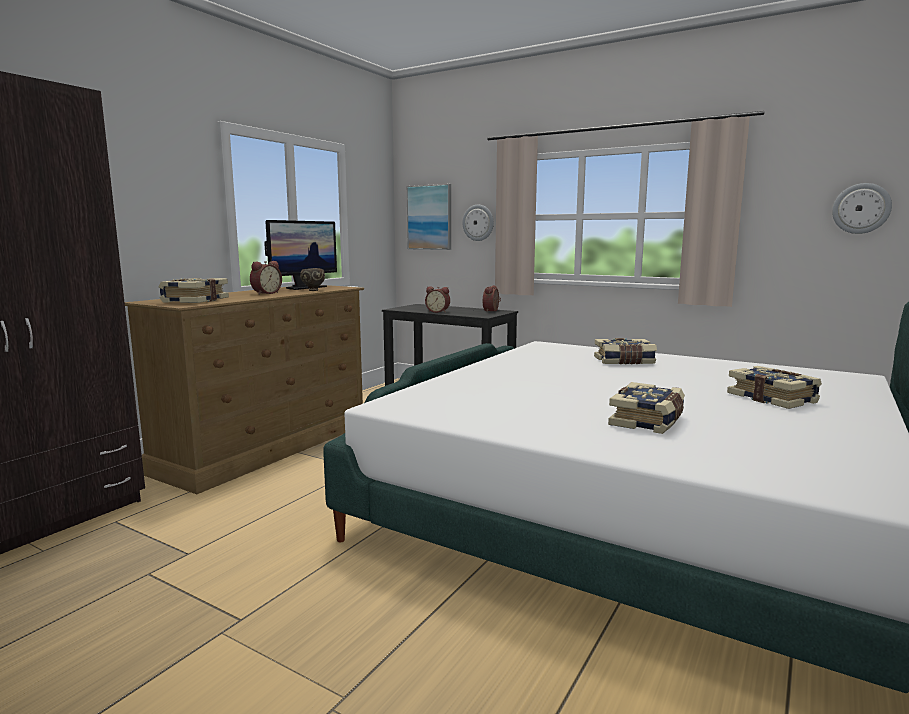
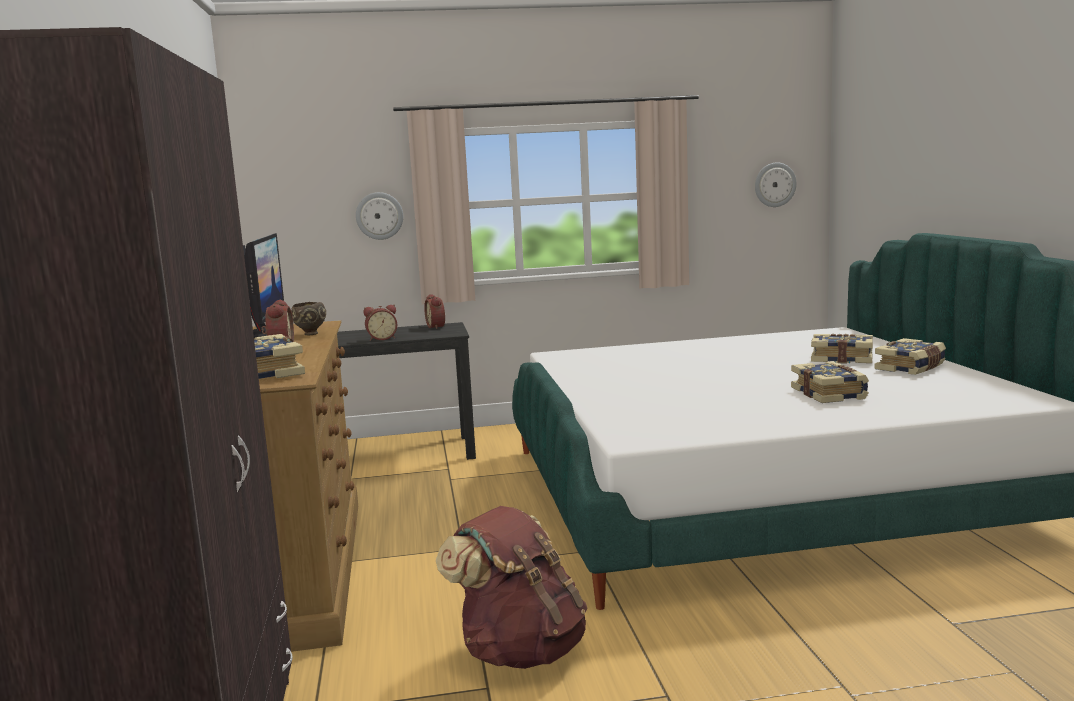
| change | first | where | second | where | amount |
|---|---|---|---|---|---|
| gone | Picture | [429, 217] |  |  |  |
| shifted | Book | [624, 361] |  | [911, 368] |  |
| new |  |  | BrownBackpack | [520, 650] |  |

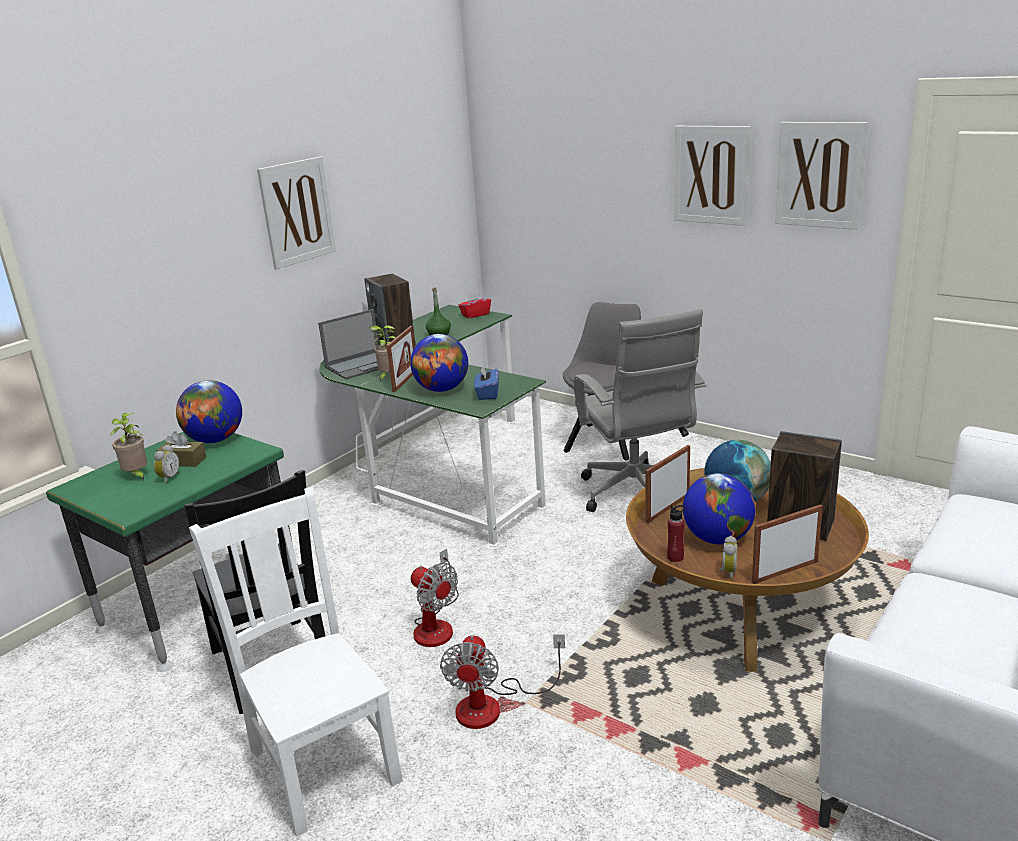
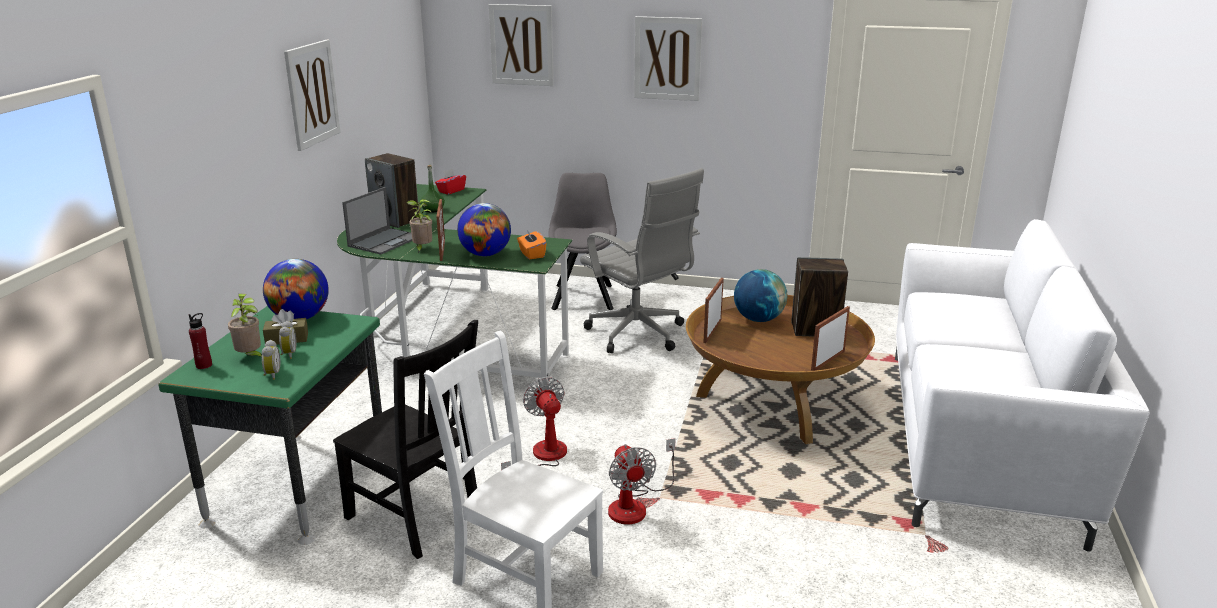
| change | first | where | second | where | amount |
|---|---|---|---|---|---|
| rotated | Fan | [436, 624] |  | [542, 458] | 135 degrees counterclockwise |
| repainted | BlueTissueBox | [487, 394] | OrangeTissueBox | [531, 254] |  |
| shifted | RedBottle | [675, 557] |  | [204, 365] |  |
| gone | Globe | [717, 539] |  |  |  |
| shifted | AlarmClock | [727, 572] |  | [271, 375] |  |
| shifted | Picture | [820, 175] |  | [521, 45] |  |

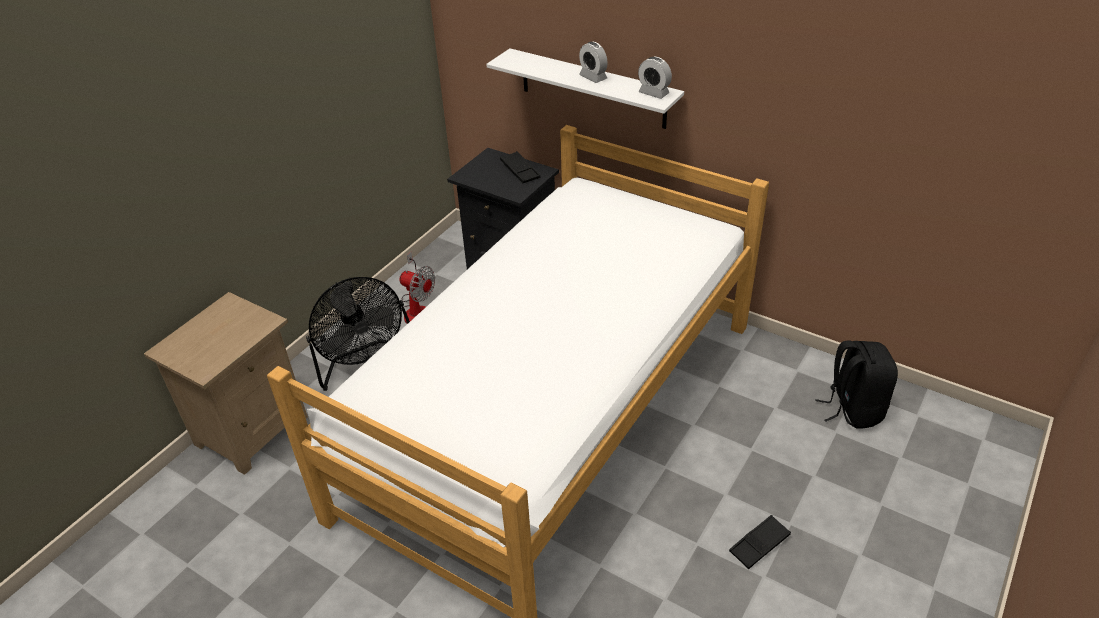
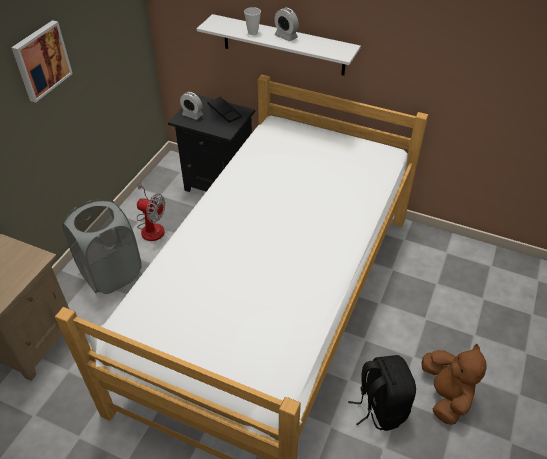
| change | first | where | second | where | amount |
|---|---|---|---|---|---|
| swapped | BlackFan | [359, 360] | GreyLaundryBasket | [111, 273] |  |
| shifted | AlarmClock | [653, 93] |  | [192, 115] |  |
| swapped | BlackTray | [759, 544] | BrownPlushToy | [445, 395] |  |
| shifted | BlackBackpack | [852, 408] |  | [380, 407] |  |
| new |  |  | Picture | [41, 60] |  |
| new |  |  | Cup | [253, 32] |  |

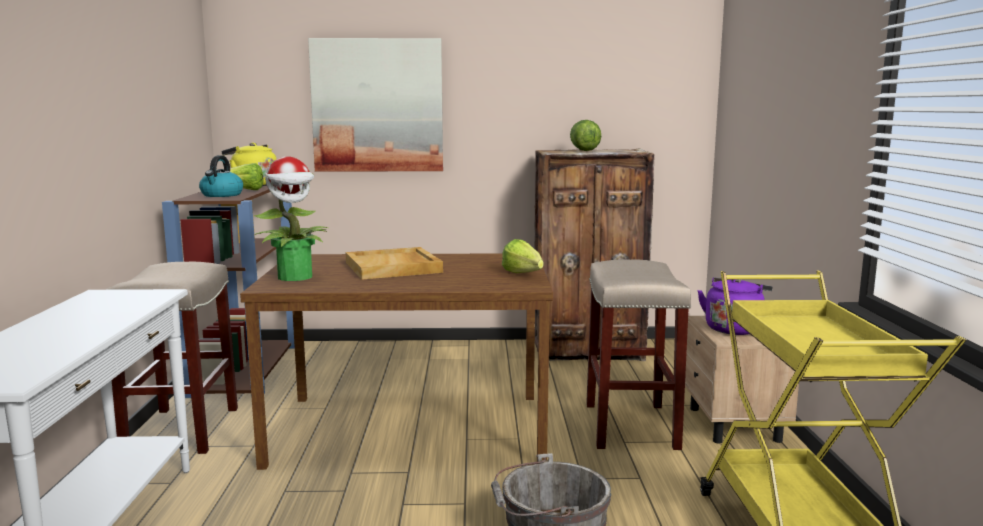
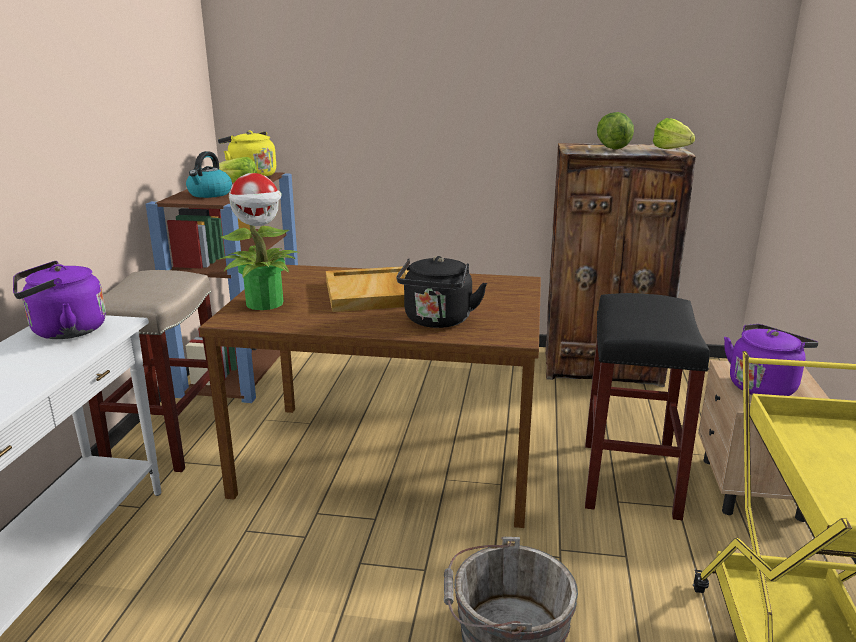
| change | first | where | second | where | amount |
|---|---|---|---|---|---|
| gone | Picture | [377, 105] |  |  |  |
| shifted | Lettuce | [525, 275] |  | [674, 151] |  |
| repainted | BeigeStool | [631, 427] | BlackStool | [630, 480] |  |
| new |  |  | PurpleKettle | [64, 331] |  |
| new |  |  | BlackKettle | [437, 321] |  |

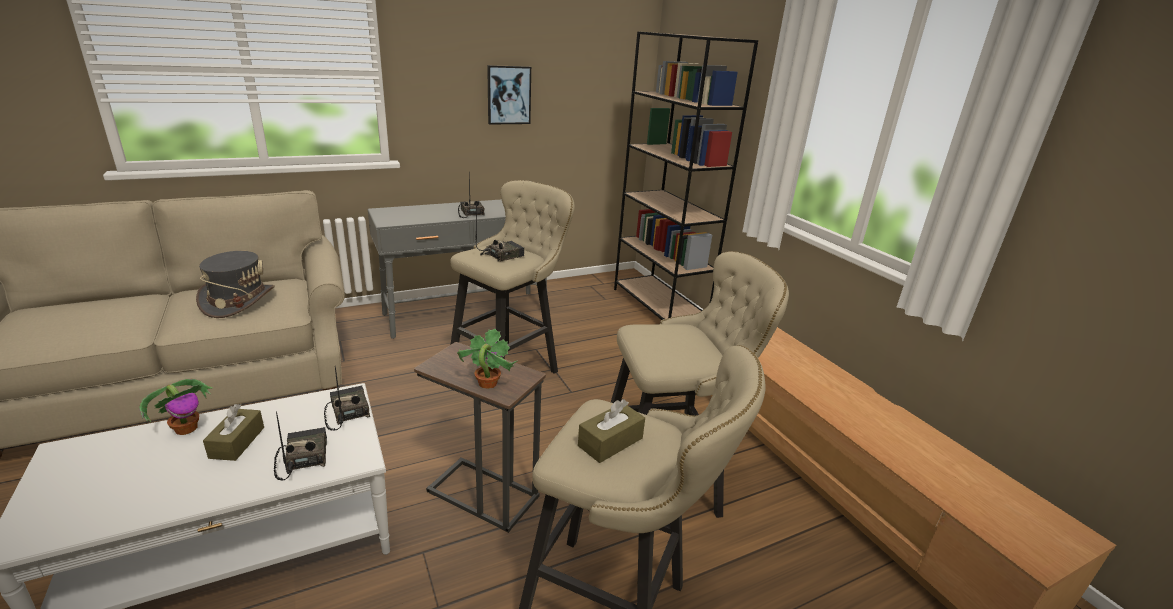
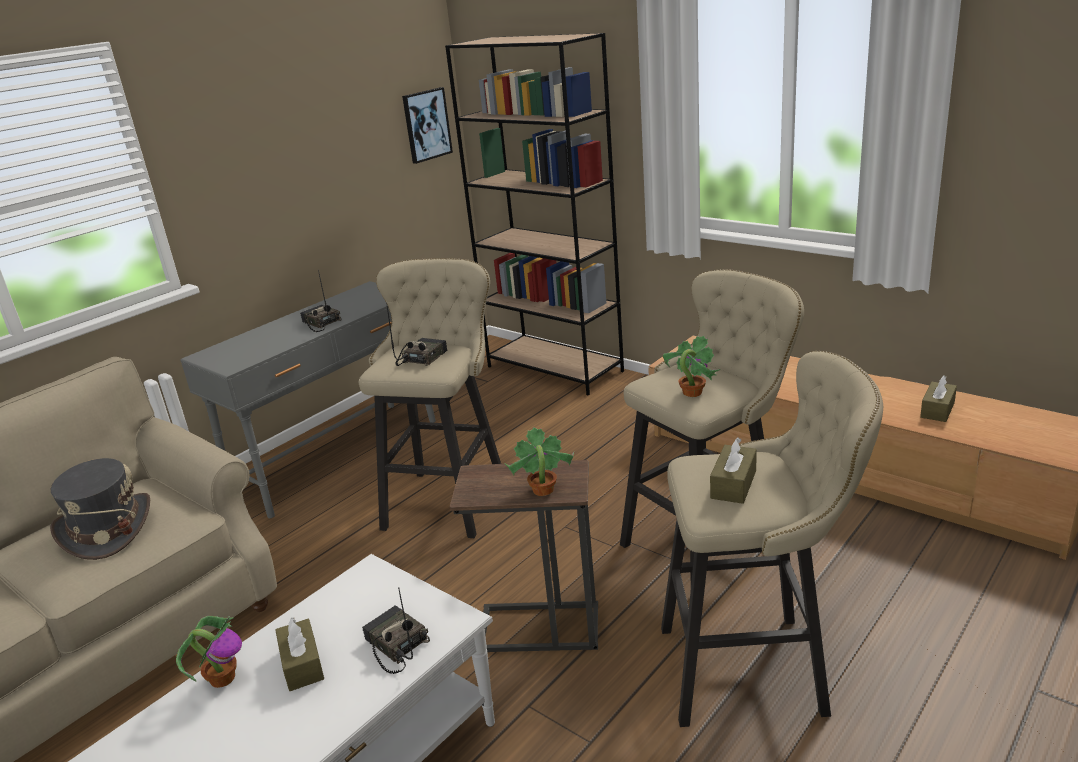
| change | first | where | second | where | amount |
|---|---|---|---|---|---|
| gone | Radio | [346, 412] |  |  |  |
| shifted | Picture | [508, 95] |  | [426, 125] |  |
| new |  |  | PottedPlant | [691, 392] |  |
| new |  |  | BrownTissueBox | [937, 410] |  |

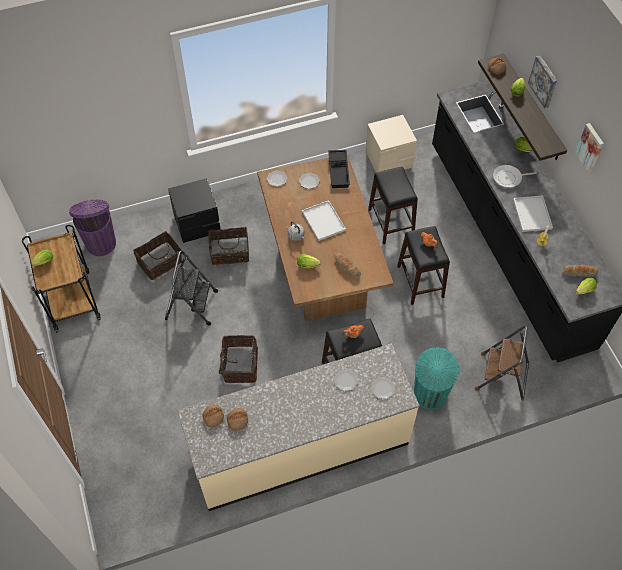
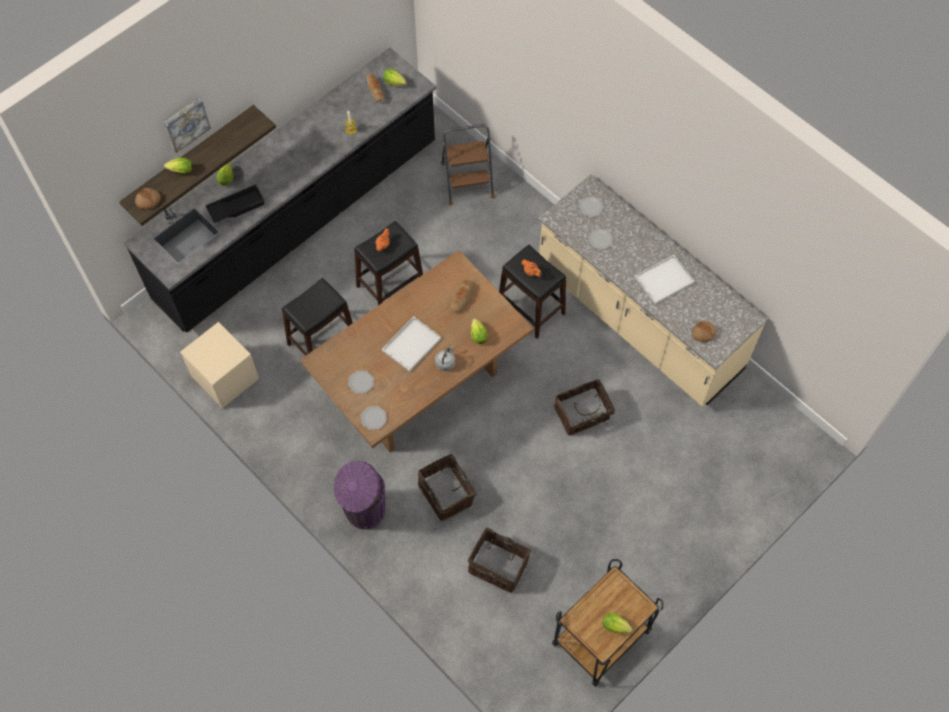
| change | first | where | second | where | amount |
|---|---|---|---|---|---|
| shifted | PurpleTrashCan | [101, 243] |  | [364, 511] |  |
| gone | BlackStepLadder | [189, 304] |  |  |  |
| gone | BlackNightstand | [197, 223] |  |  |  |
| gone | Bread | [237, 420] |  |  |  |
| shifted | BlackTray | [339, 171] |  | [236, 206] |  |
| gone | TurquoiseTrashCan | [429, 395] |  |  |  |
| gone | FryingPan | [508, 178] |  |  |  |
| shifted | WhiteTray | [531, 213] |  | [663, 281] |  |
| gone | Picture | [590, 147] |  |  |  |

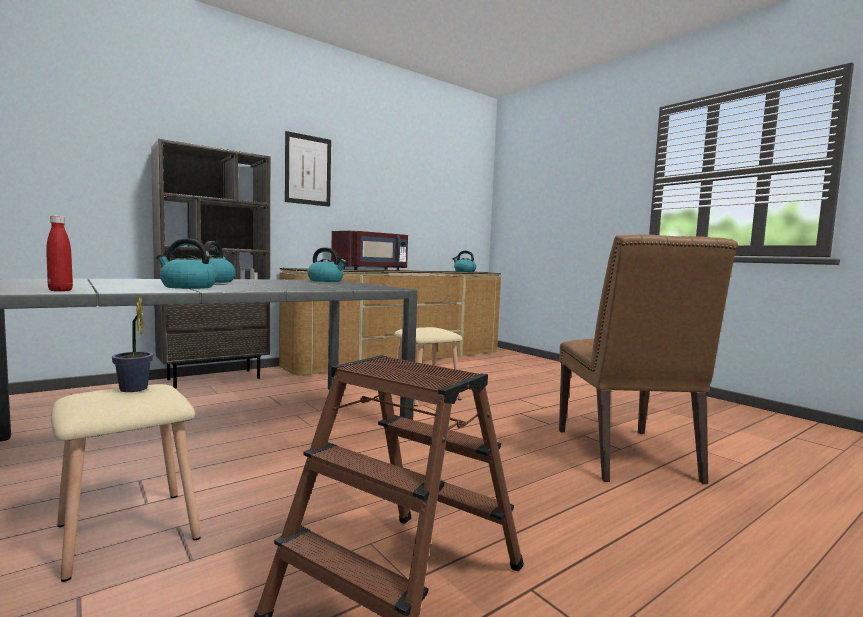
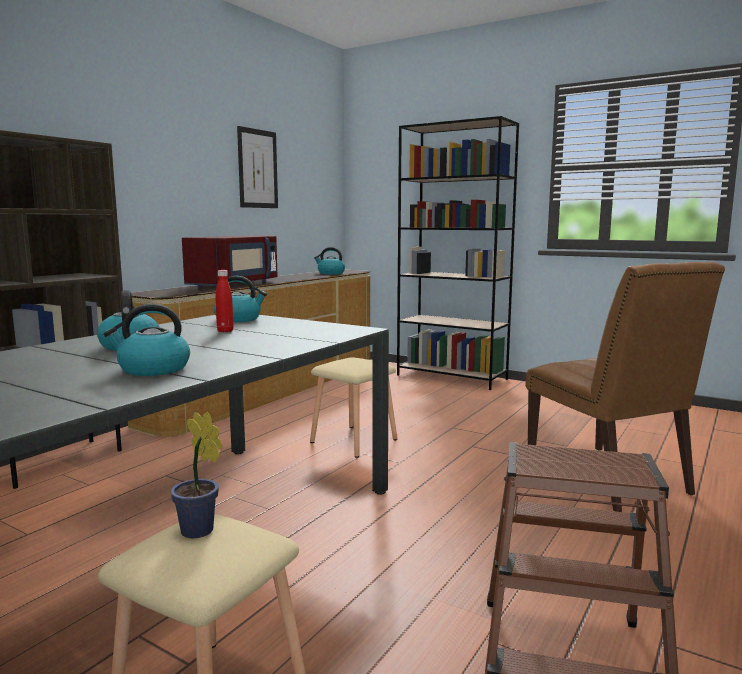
| change | first | where | second | where | amount |
|---|---|---|---|---|---|
| shifted | RedBottle | [60, 290] |  | [225, 331] |  |
| shifted | Picture | [308, 170] |  | [257, 169] |  |
| new |  |  | BeigeBookcase | [452, 377] |  |

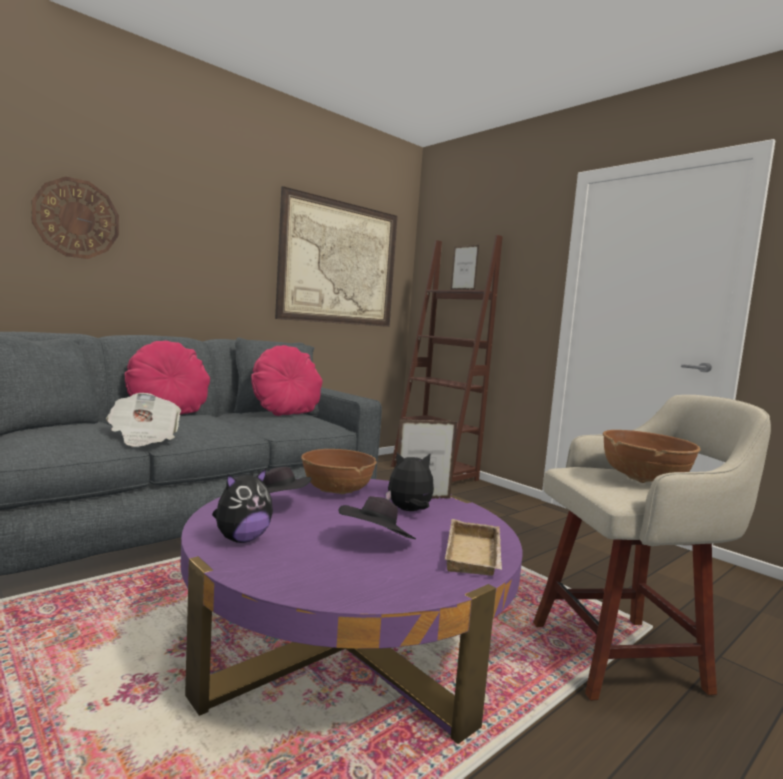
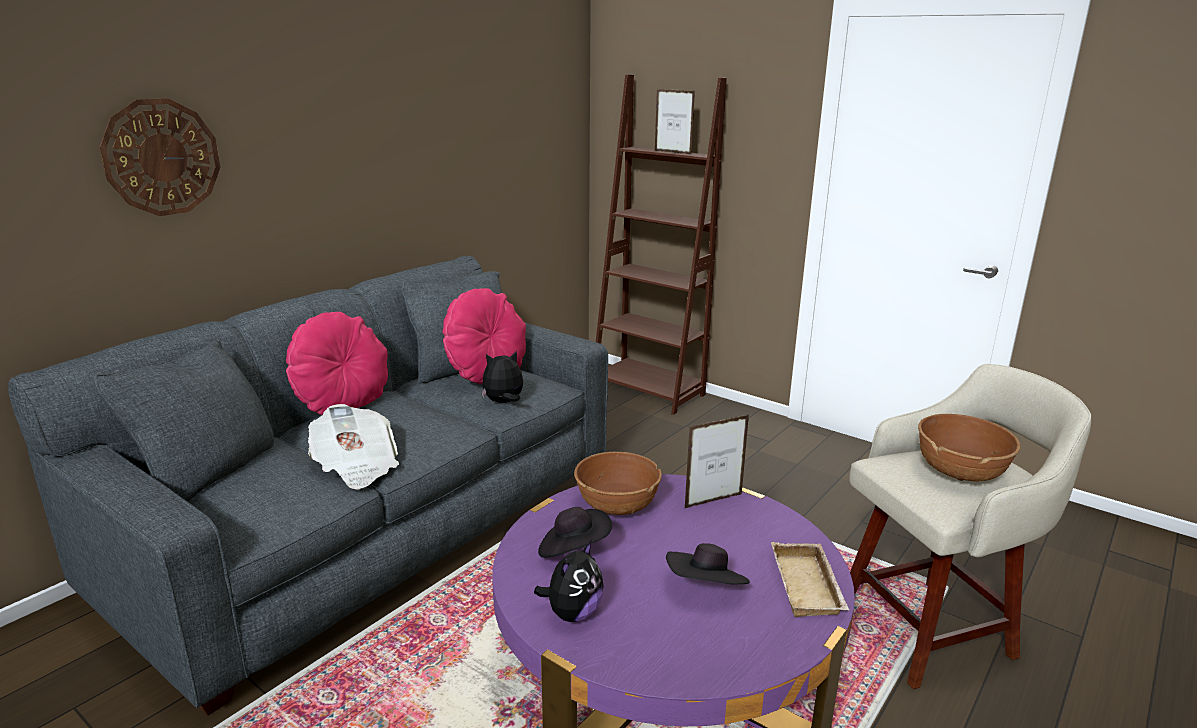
| change | first | where | second | where | amount |
|---|---|---|---|---|---|
| gone | Picture | [339, 263] |  |  |  |
| shifted | PlushToy | [409, 511] |  | [504, 402] |  |

